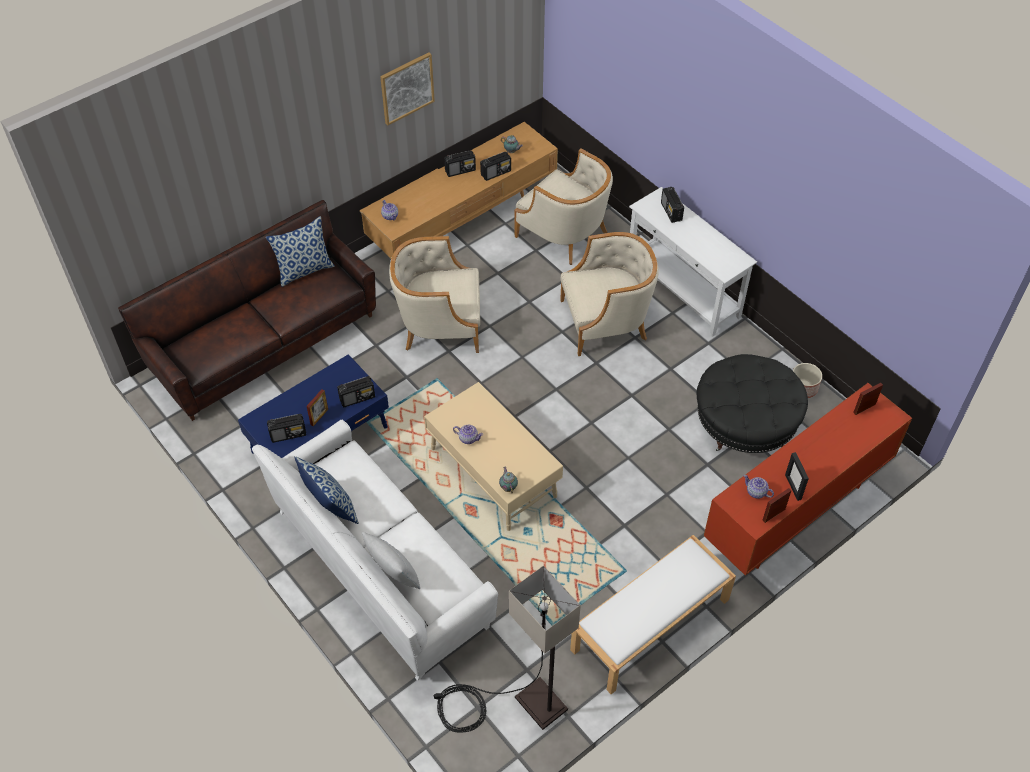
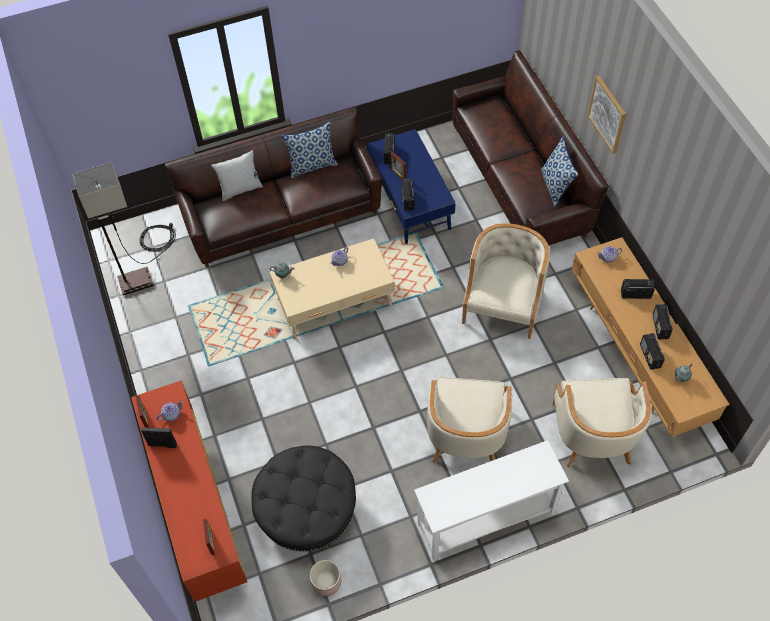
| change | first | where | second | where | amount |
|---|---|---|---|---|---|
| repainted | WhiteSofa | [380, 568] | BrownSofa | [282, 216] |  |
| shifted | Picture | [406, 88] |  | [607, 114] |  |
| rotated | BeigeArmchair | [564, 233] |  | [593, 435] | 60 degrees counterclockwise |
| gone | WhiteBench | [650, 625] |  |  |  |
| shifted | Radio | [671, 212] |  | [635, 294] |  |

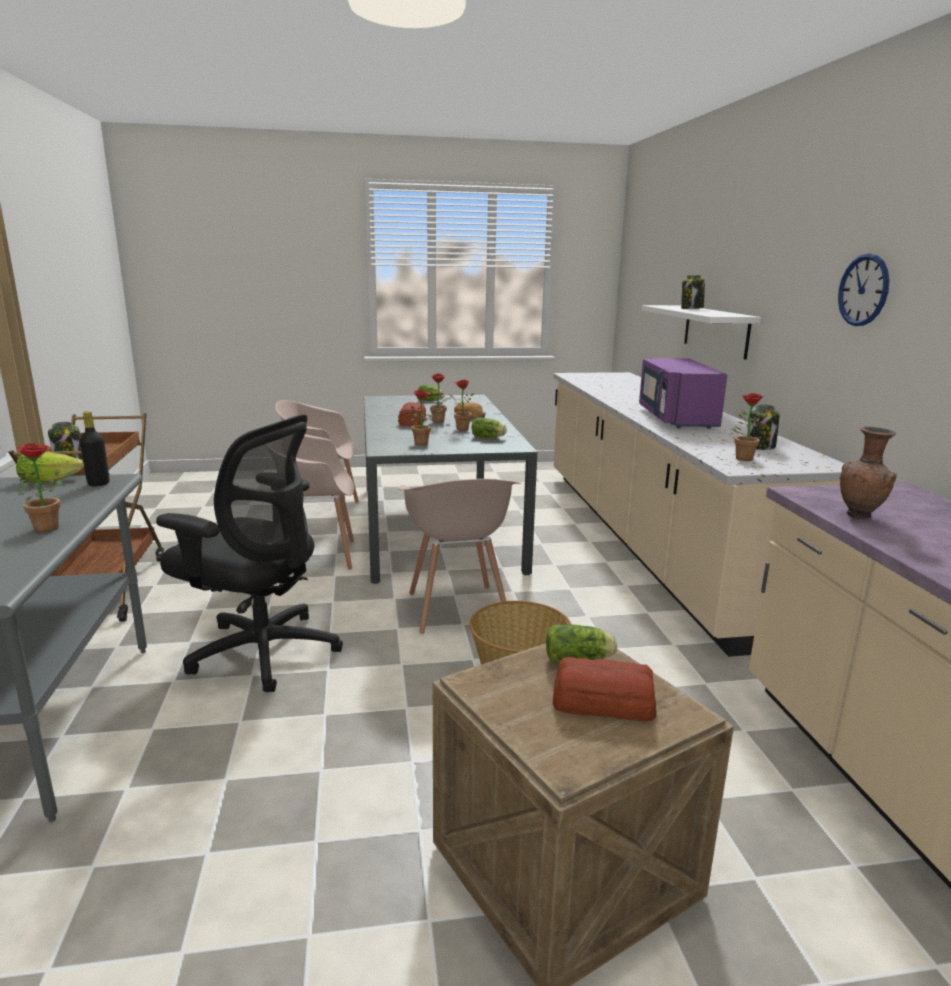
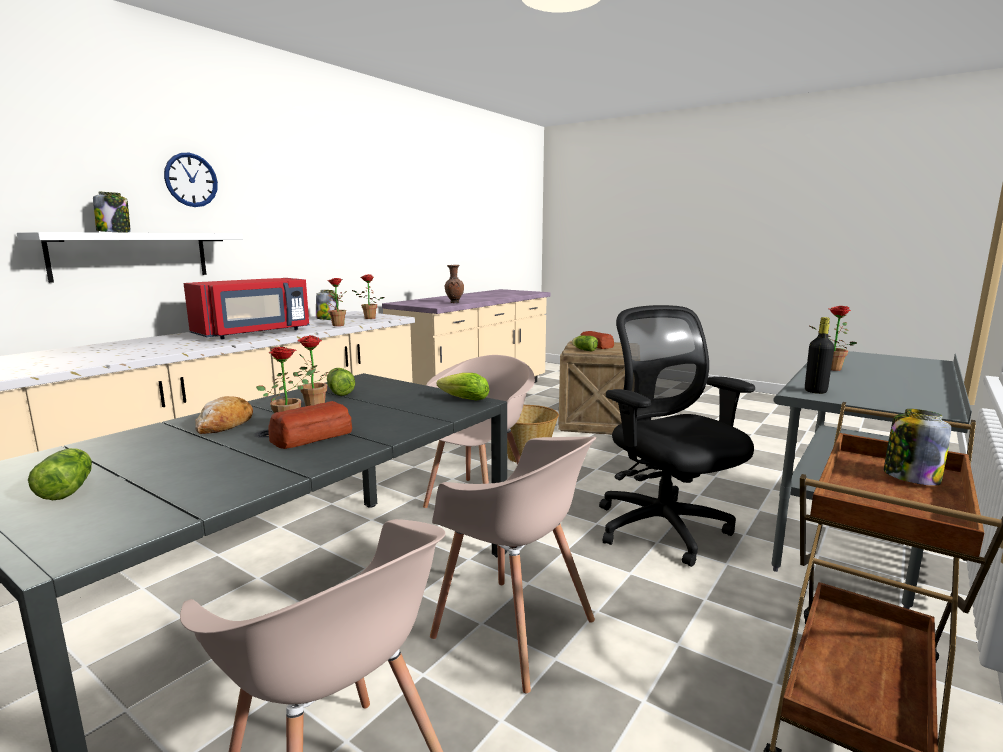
| change | first | where | second | where | amount |
|---|---|---|---|---|---|
| shifted | Lettuce | [53, 480] |  | [462, 399] |  |
| shifted | PottedPlant | [424, 443] |  | [336, 325] |  |
| repainted | PurpleMicrowave | [675, 418] | RedMicrowave | [254, 333] |  |
| shifted | WallClock | [863, 290] |  | [191, 180] |  |

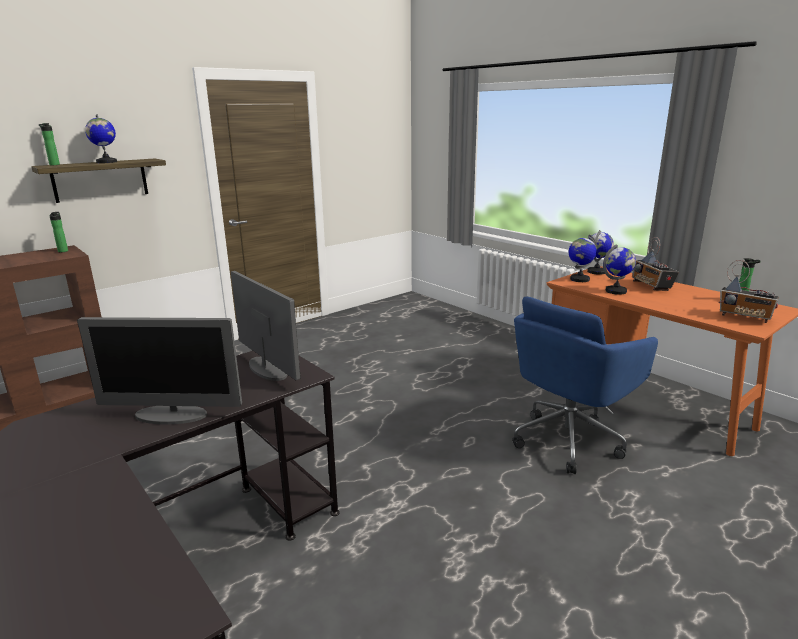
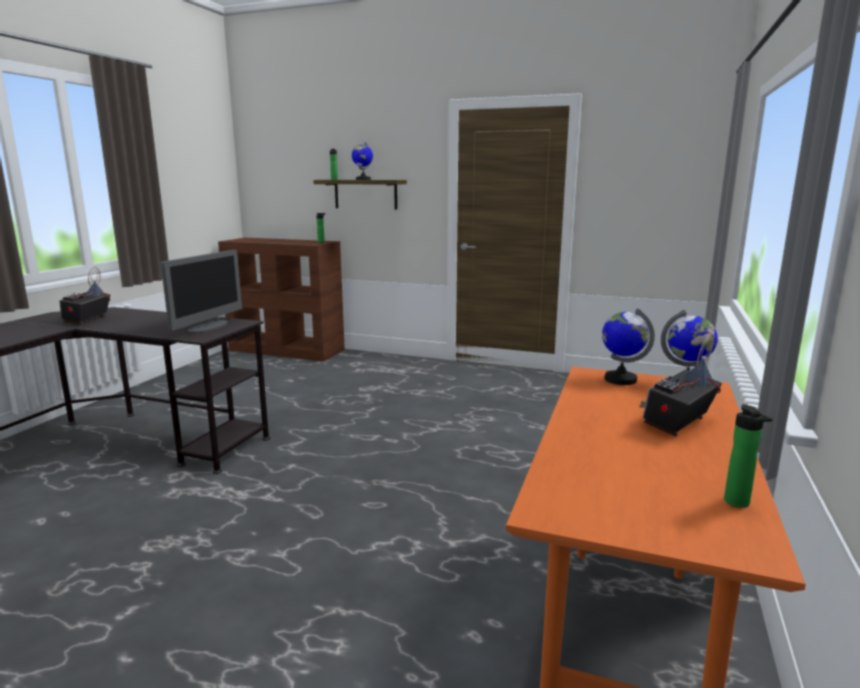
| change | first | where | second | where | amount |
|---|---|---|---|---|---|
| gone | Monitor | [172, 415] |  |  |  |
| gone | BlueOfficeChair | [569, 440] |  |  |  |
| gone | Globe | [616, 291] |  |  |  |
| shifted | Radio | [744, 318] |  | [86, 320] |  |

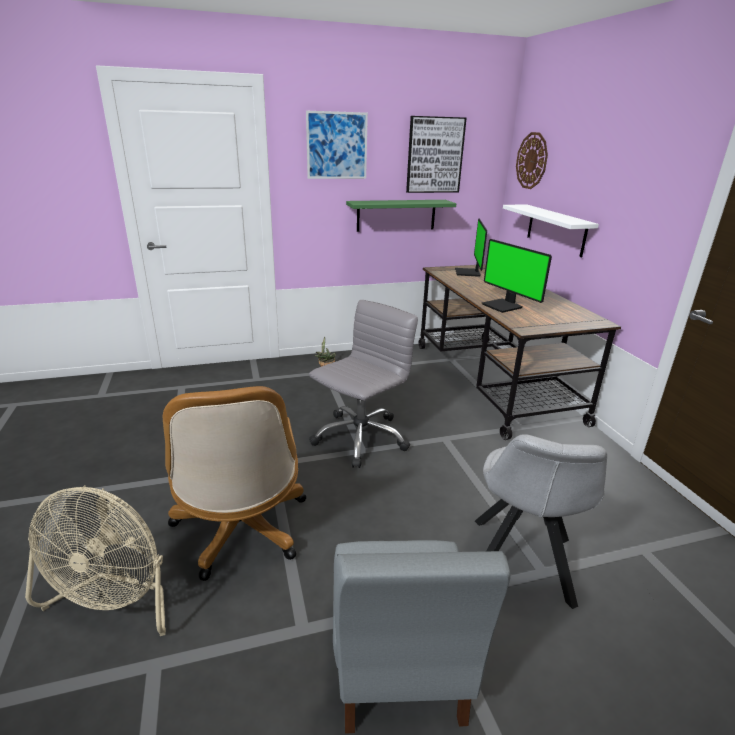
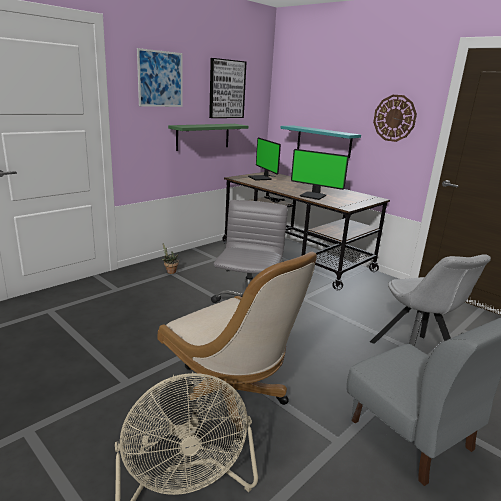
| change | first | where | second | where | amount |
|---|---|---|---|---|---|
| repainted | WhiteShelf | [556, 230] | TurquoiseShelf | [323, 141] |  |
| shifted | WallClock | [532, 161] |  | [394, 118] |  |

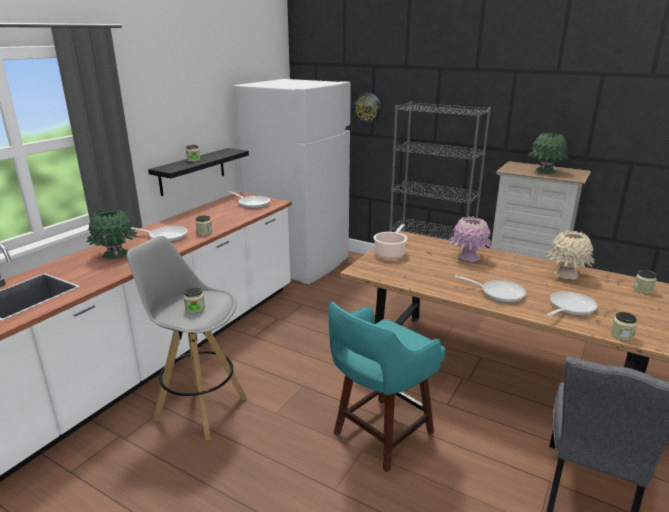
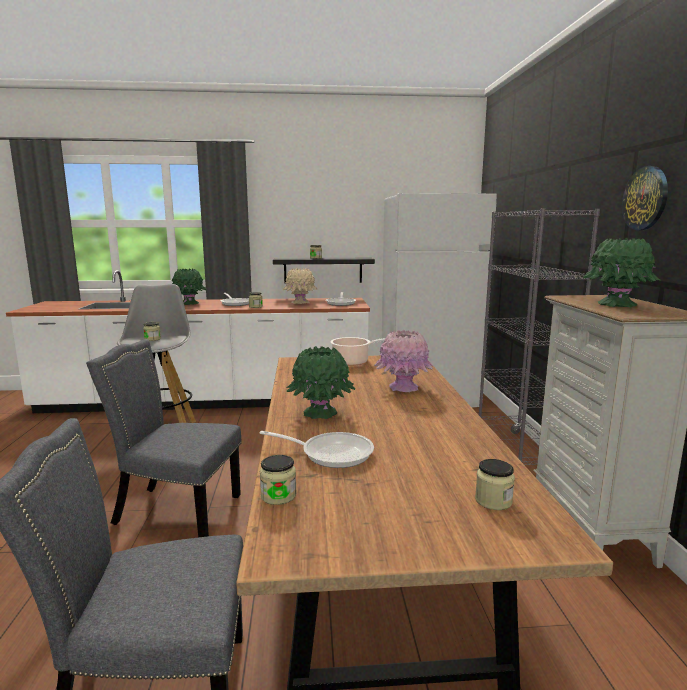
| change | first | where | second | where | amount |
|---|---|---|---|---|---|
| swapped | TurquoiseStool | [380, 435] | GreyChair | [179, 511] |  |
| shifted | WallClock | [367, 108] |  | [645, 198] |  |
| swapped | FryingPan | [498, 293] | GreenVase | [321, 413] |  |
| shifted | BeigeVase | [566, 274] |  | [300, 303] |  |

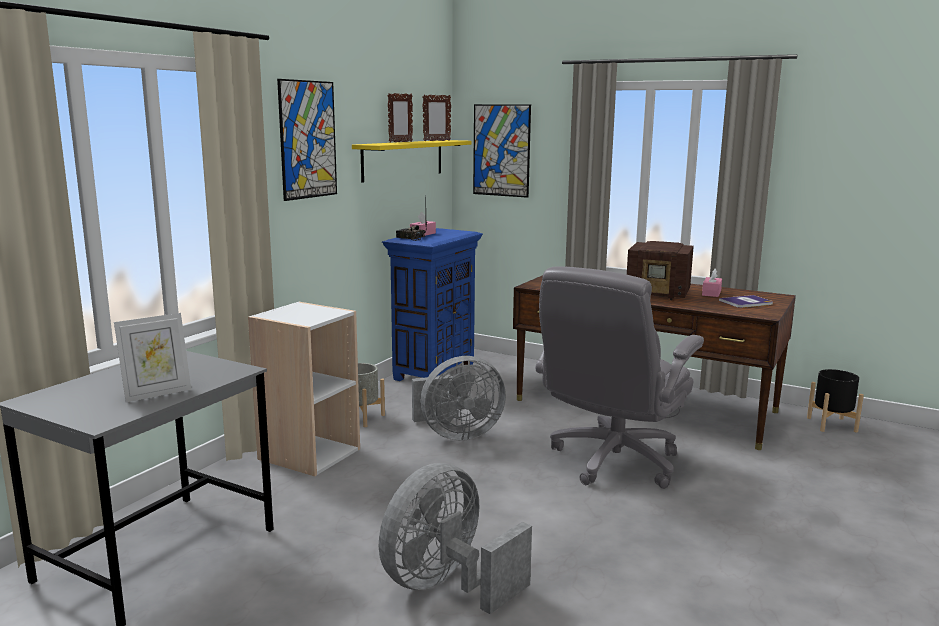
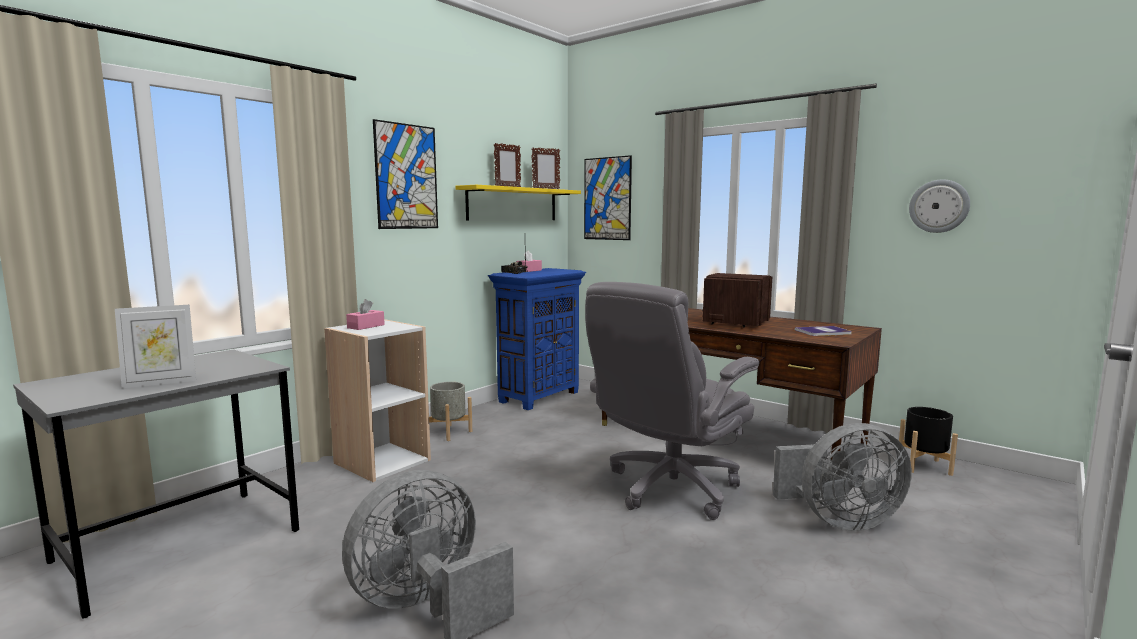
| change | first | where | second | where | amount |
|---|---|---|---|---|---|
| shifted | GreyFan | [456, 434] |  | [839, 521] |  |
| rotated | Radio | [659, 294] |  | [735, 324] | 90 degrees clockwise |
| shifted | PinkTissueBox | [711, 293] |  | [366, 326] |  |
| new |  |  | WallClock | [939, 206] |  |

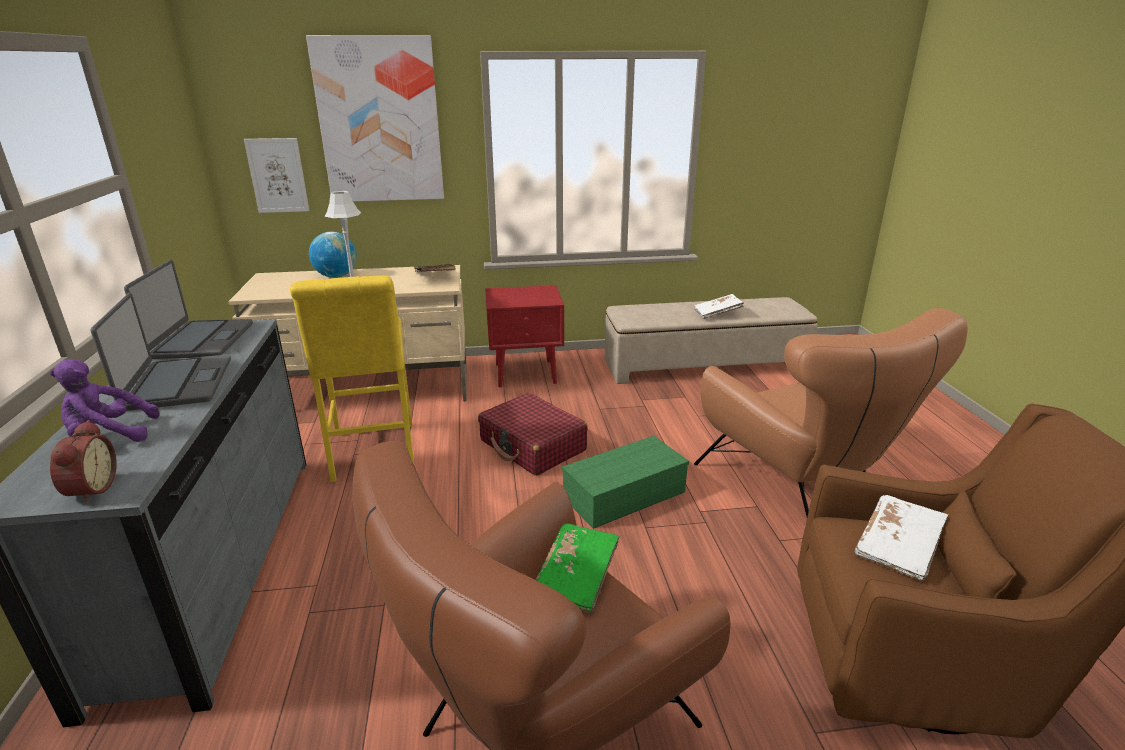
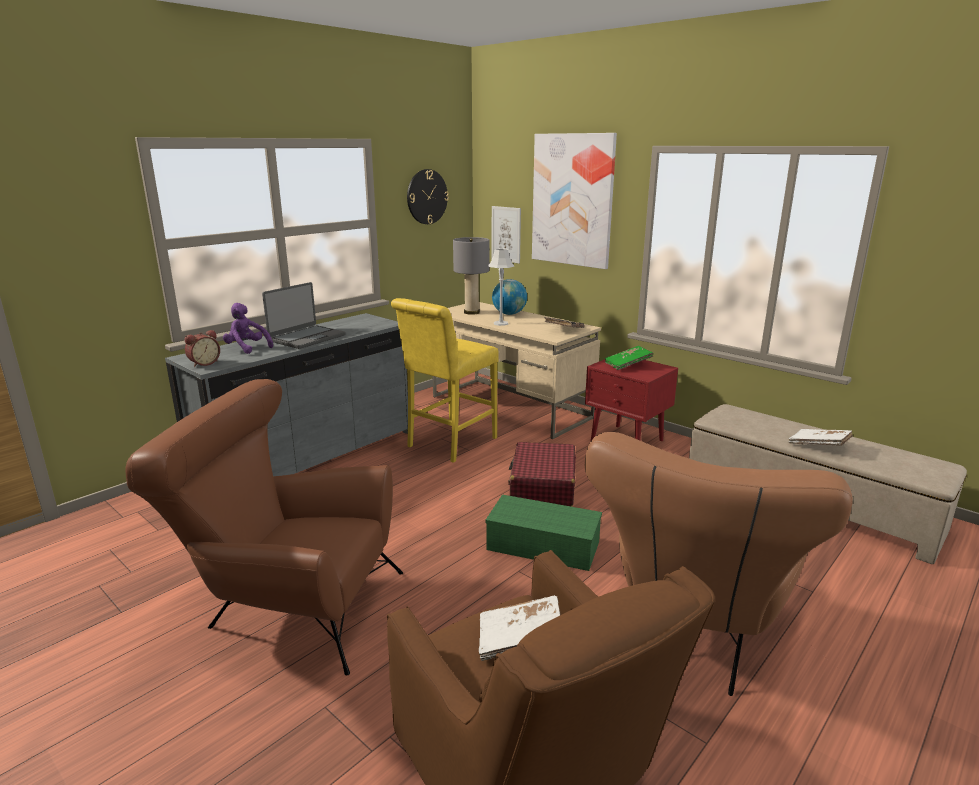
| change | first | where | second | where | amount |
|---|---|---|---|---|---|
| gone | Laptop | [201, 340] |  |  |  |
| shifted | GreenBook | [576, 577] |  | [628, 365] |  |
| new |  |  | WallClock | [427, 197] |  |
| new |  |  | GreyTableLamp | [472, 312] |  |

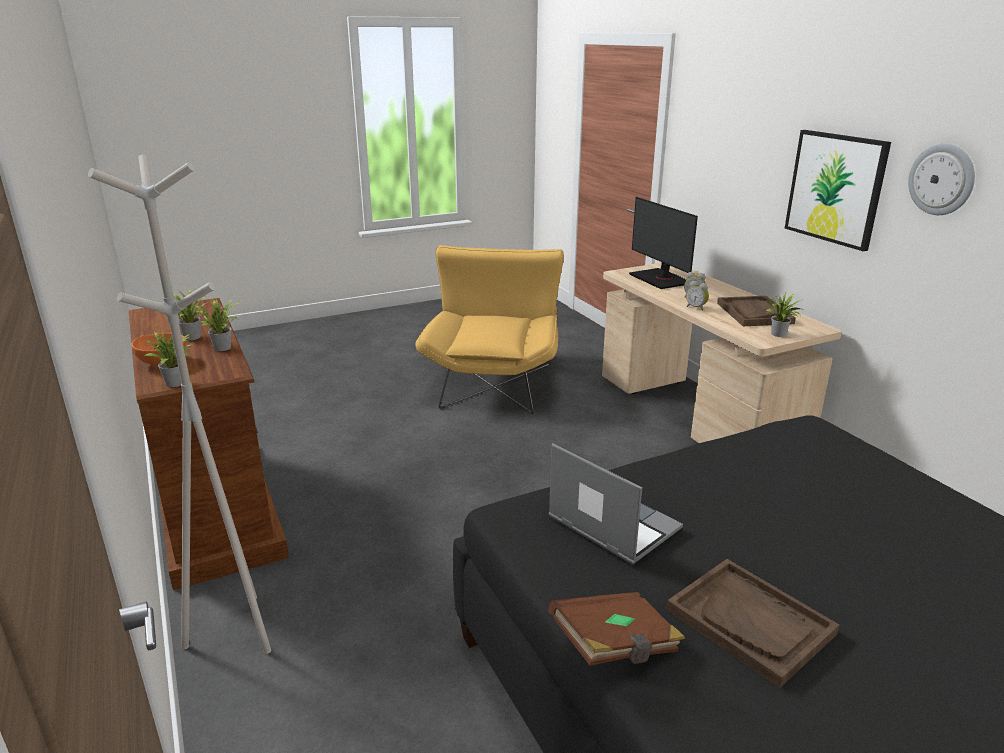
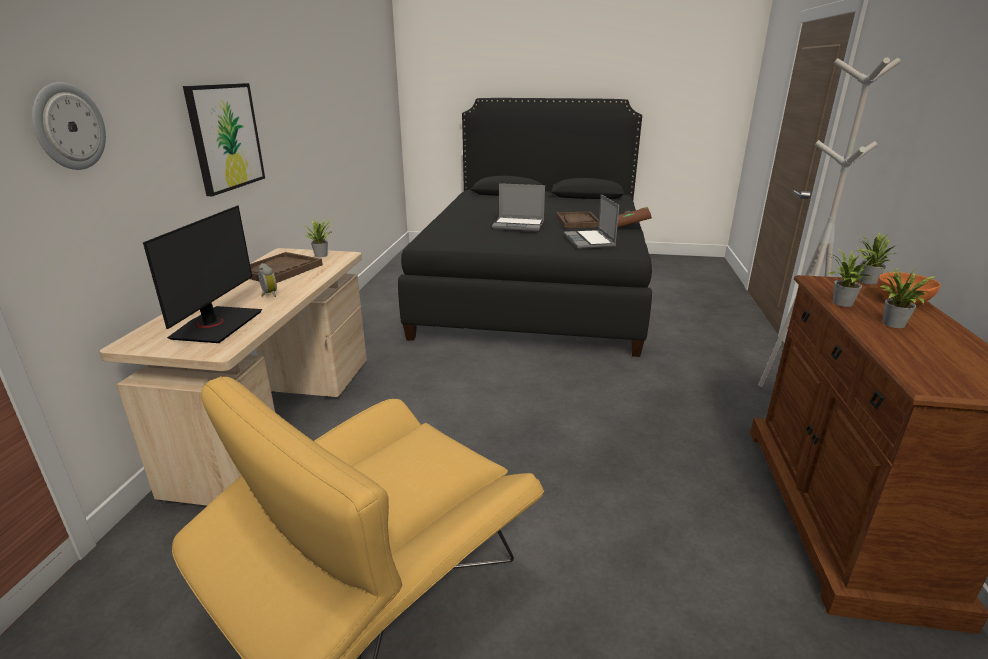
| change | first | where | second | where | amount |
|---|---|---|---|---|---|
| gone | AlarmClock | [696, 308] |  |  |  |
| shifted | WallClock | [942, 179] |  | [68, 127] |  |
| new |  |  | Laptop | [519, 225] |  |

